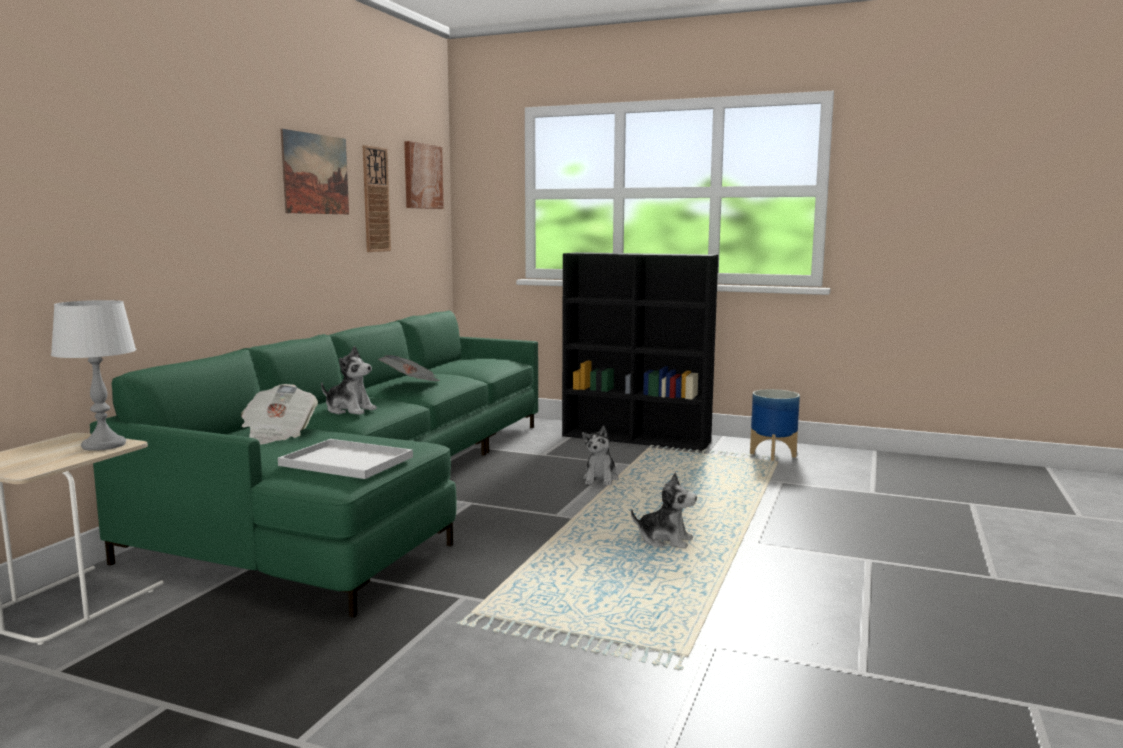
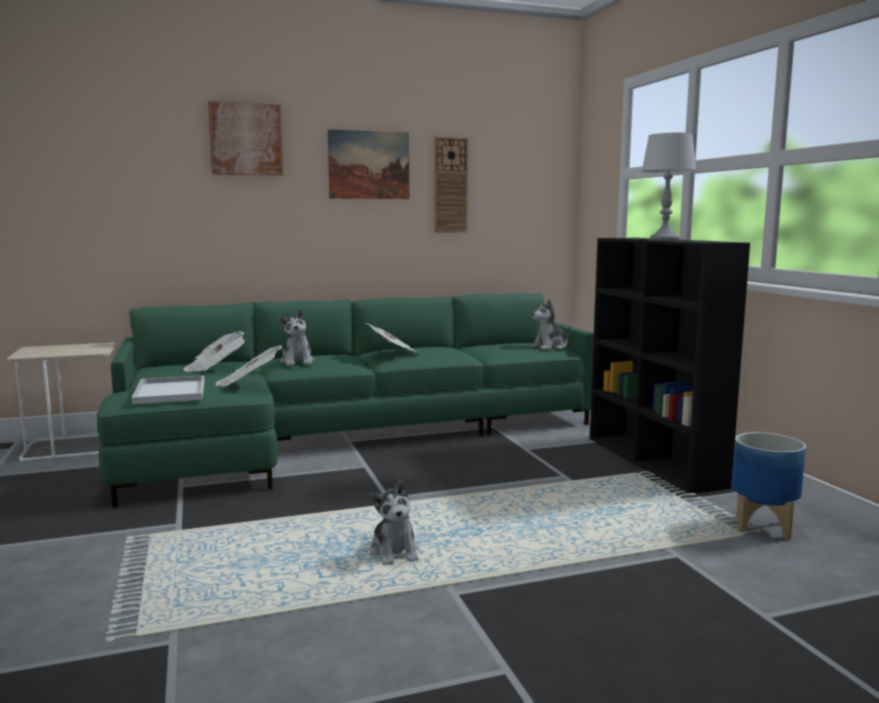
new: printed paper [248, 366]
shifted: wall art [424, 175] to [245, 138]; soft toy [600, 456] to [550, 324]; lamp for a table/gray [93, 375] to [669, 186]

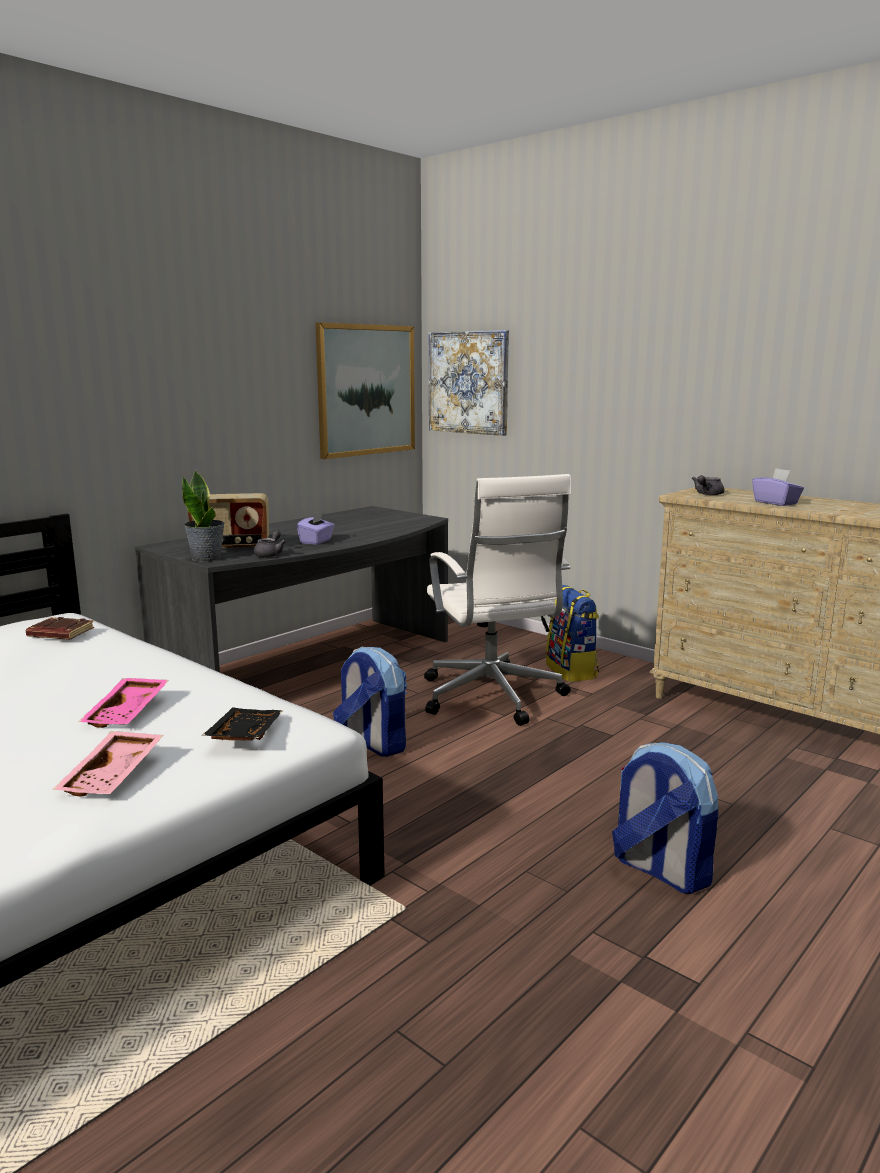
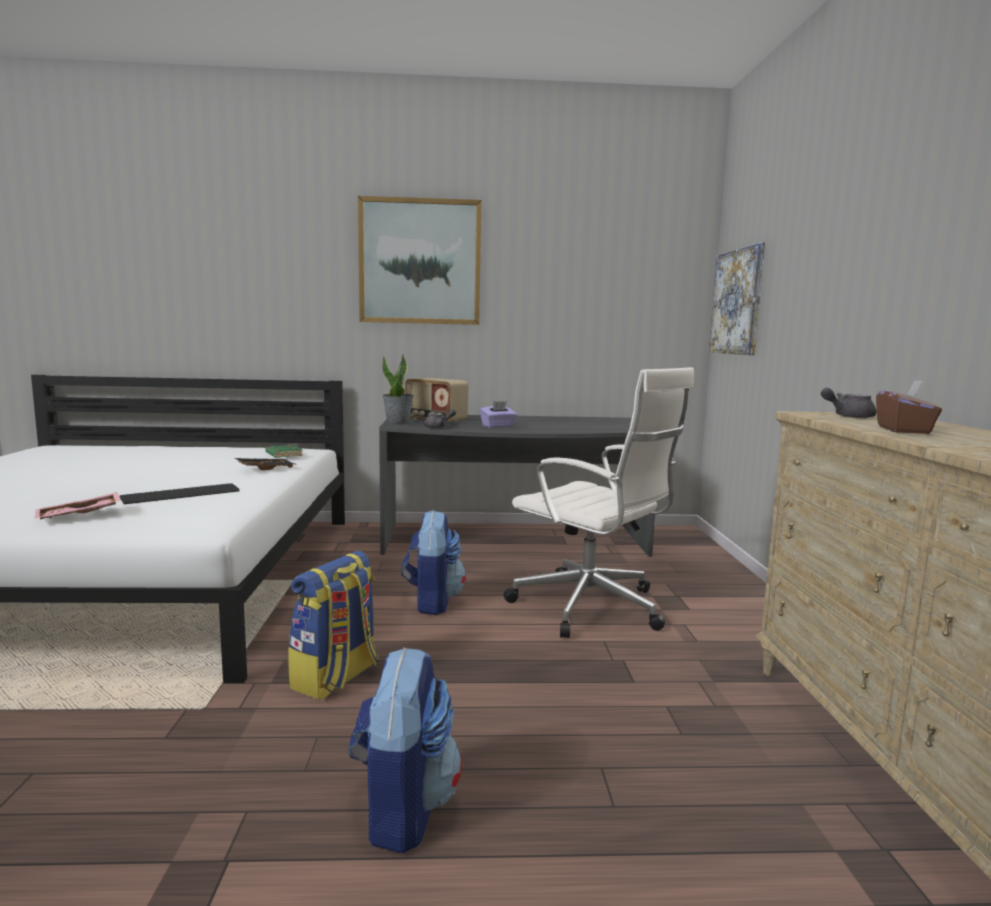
shifted: tray/black [242, 724] to [266, 464]; backpack [572, 633] to [333, 625]; wall art [365, 390] to [420, 260]
swapped: tray/pinkish [124, 703] to keyboard [180, 493]
repainted: volume/brownish [60, 628] to volume/green-coloured [284, 451]; box of tissues/purplish [778, 487] to box of tissues/brownish [909, 407]
rotated: office chair/white-coloured [497, 600] = [599, 502] 75 degrees counterclockwise

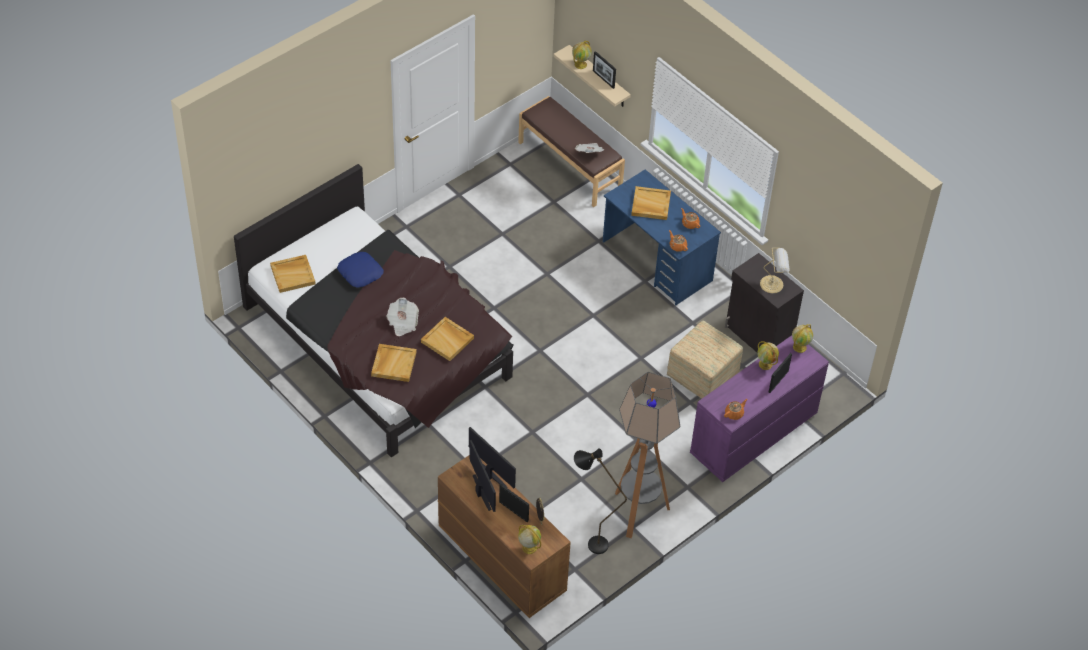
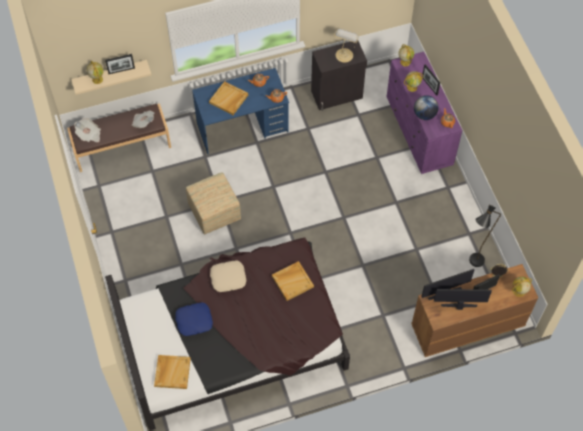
gone: tray/sand-coloured [393, 363]; standard lamp [648, 455]
new: cushion/sand-coloured [228, 276]; globe [426, 107]
shifted: printed paper [403, 317] to [87, 130]; ottoman [705, 360] to [213, 203]

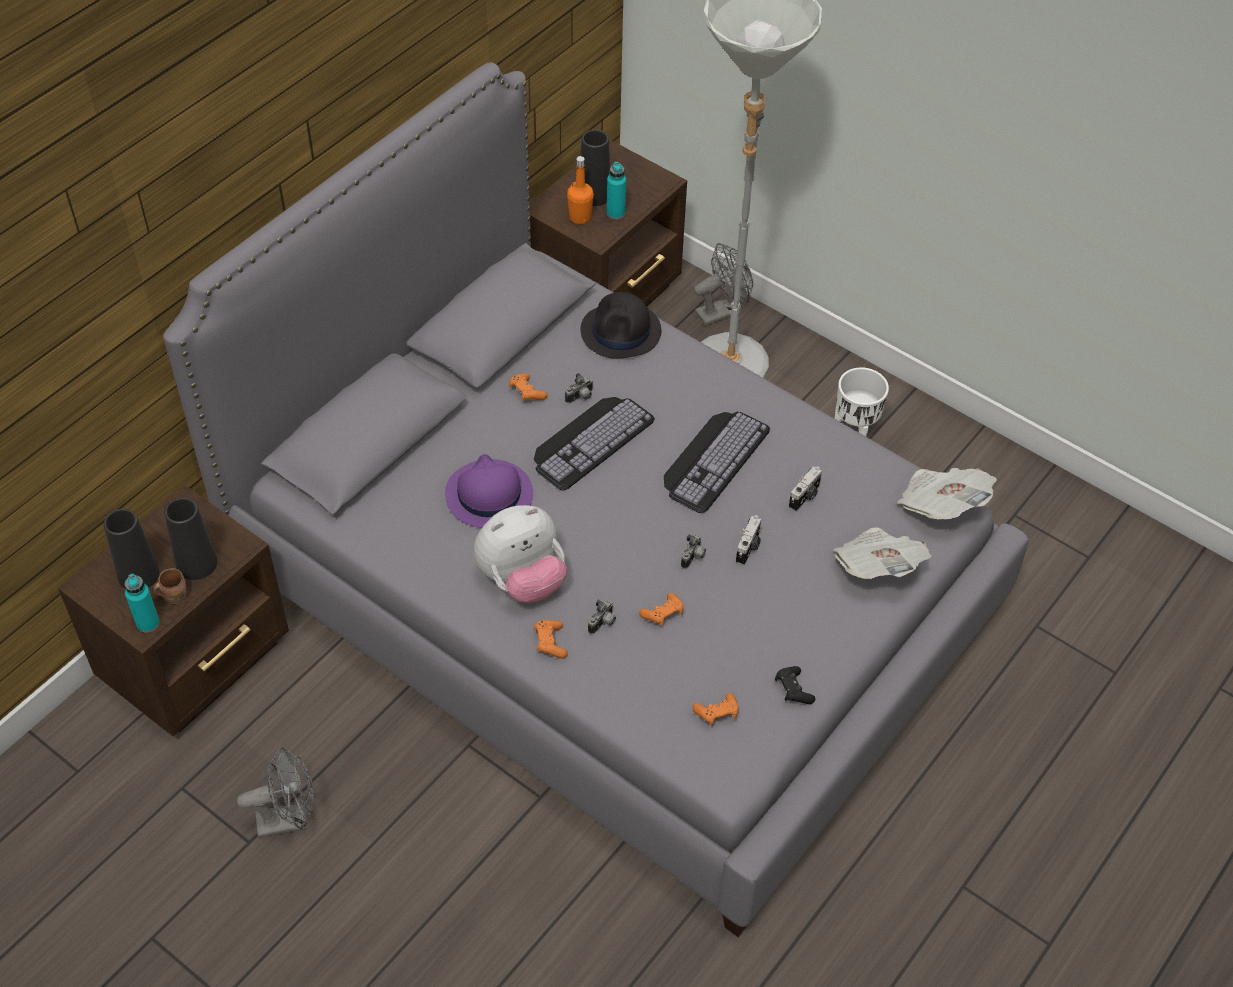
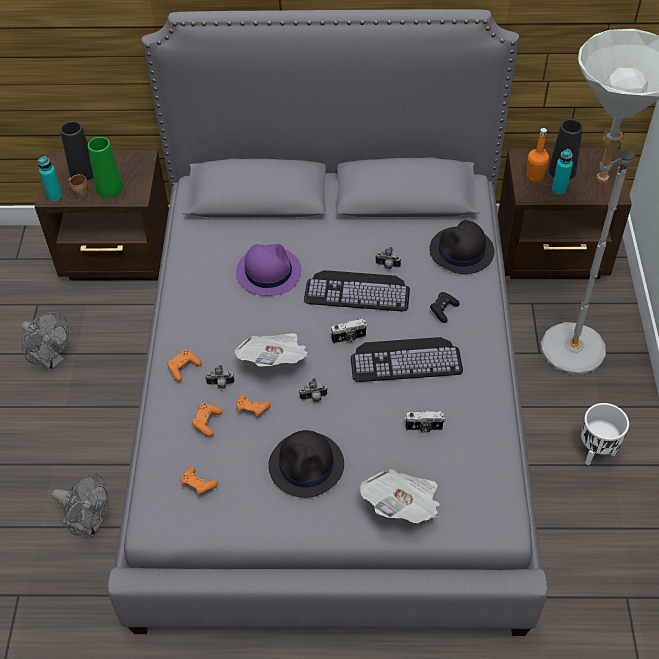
gone: soft toy [520, 554]
new: hat/black [306, 464]
shifted: cooling fan/gray [723, 284] to [80, 505]; joypad/orange-coloured [528, 387] to [207, 420]; printed paper [947, 493] to [271, 350]; photo camera [748, 540] to [348, 331]; joypad/black [795, 685] to [444, 307]
repainted: flower vase/black [191, 538] to flower vase/green-coloured [106, 167]

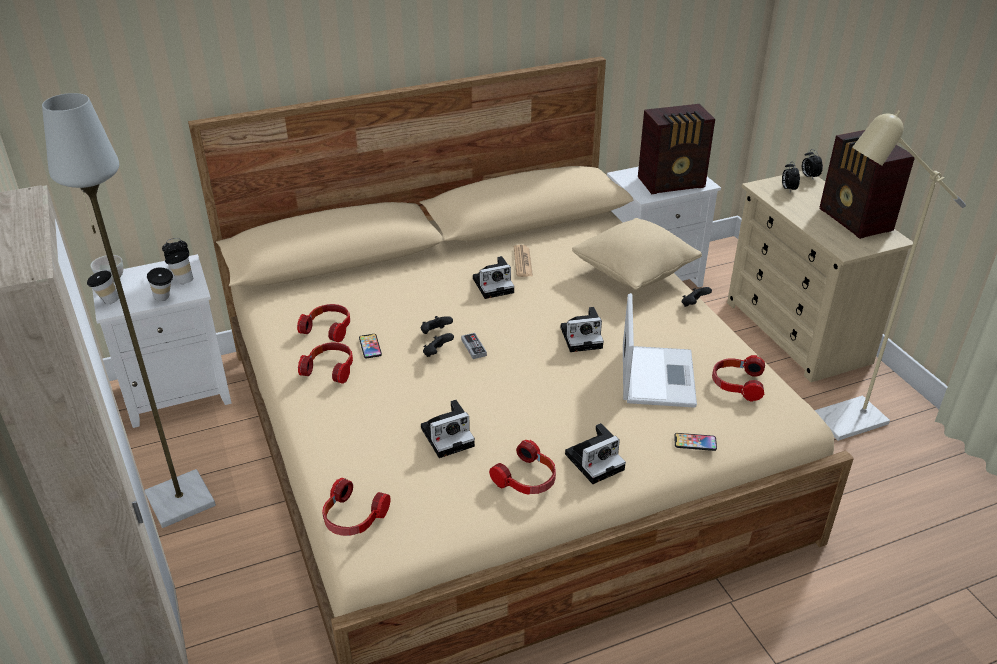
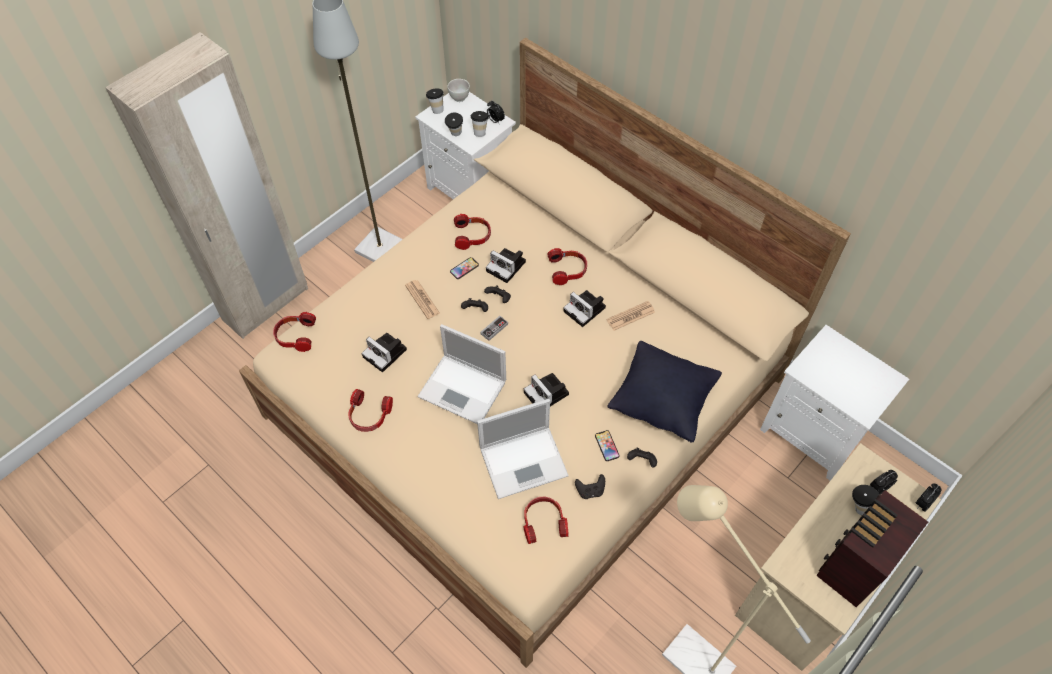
gone: radio set [676, 149]
new: printed paper [422, 299]; laptop [461, 374]; joypad/black [590, 486]; drinking cup [865, 500]
shifted: photo camera [595, 453] to [506, 265]; headset [325, 363] to [567, 266]; phone [695, 442] to [607, 445]
repainted: cushion/sand-coloured [637, 254] to cushion/black [664, 392]

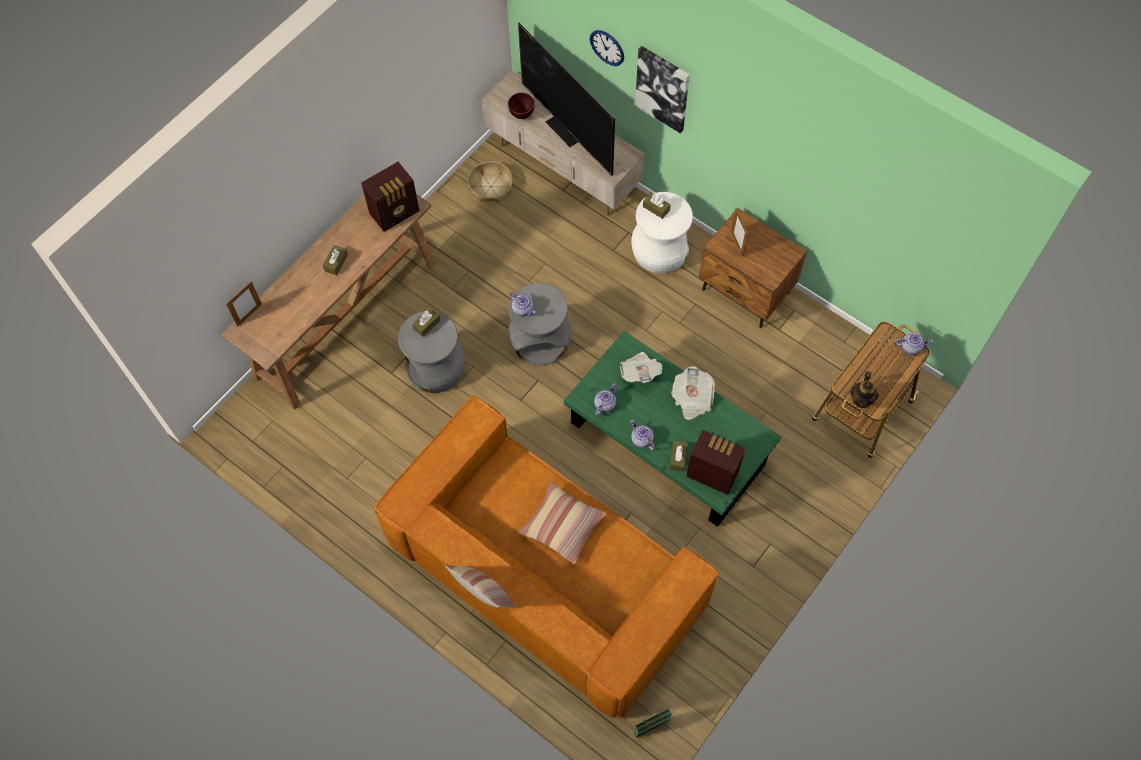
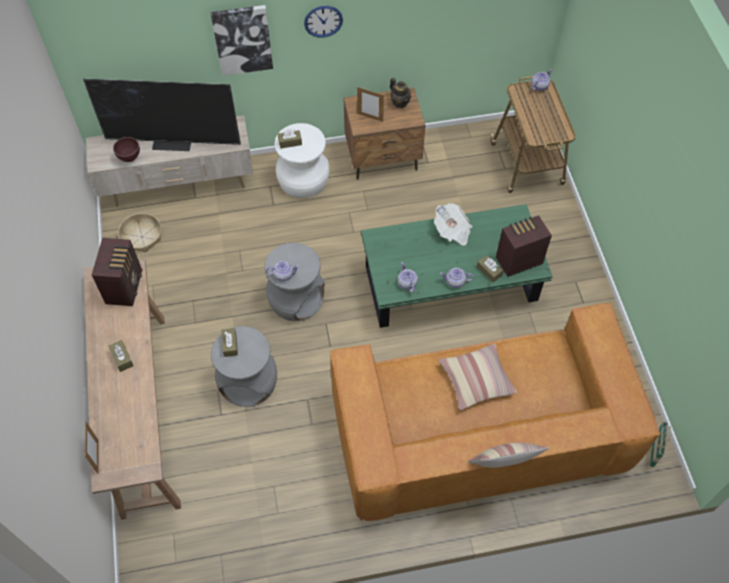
gone: printed paper [641, 367]
shifted: hanging clock [607, 48] to [323, 21]; teapot [864, 389] to [400, 93]

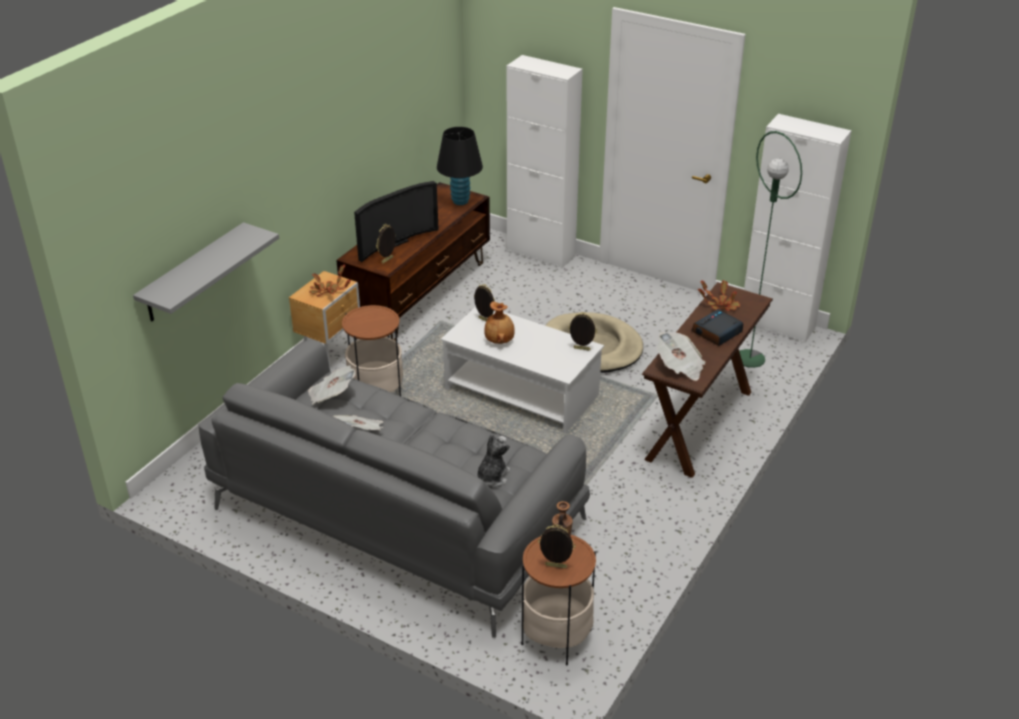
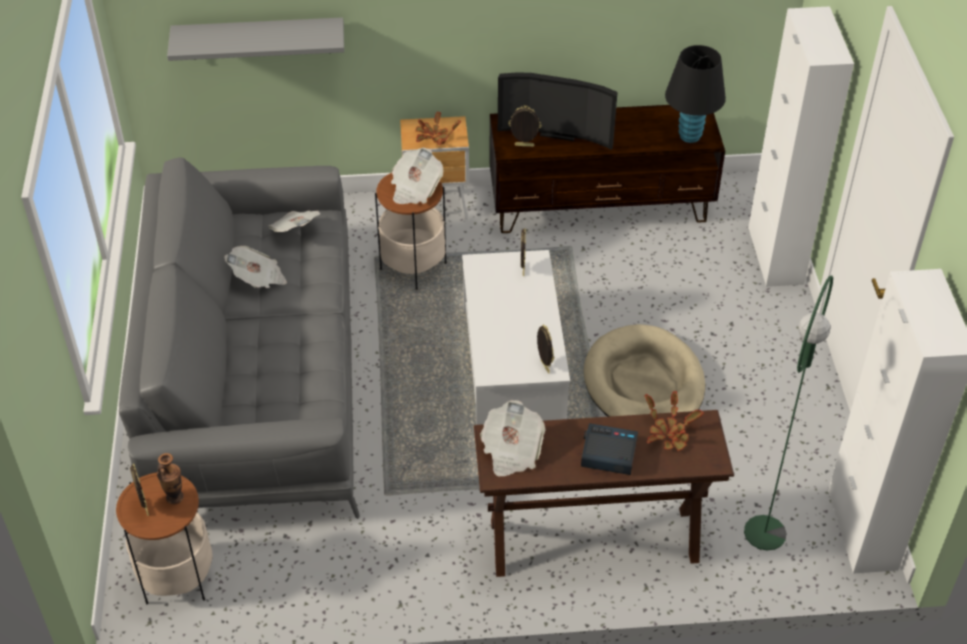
gone: soft toy [493, 460]; flower vase/brownish [499, 322]
new: printed paper [417, 176]

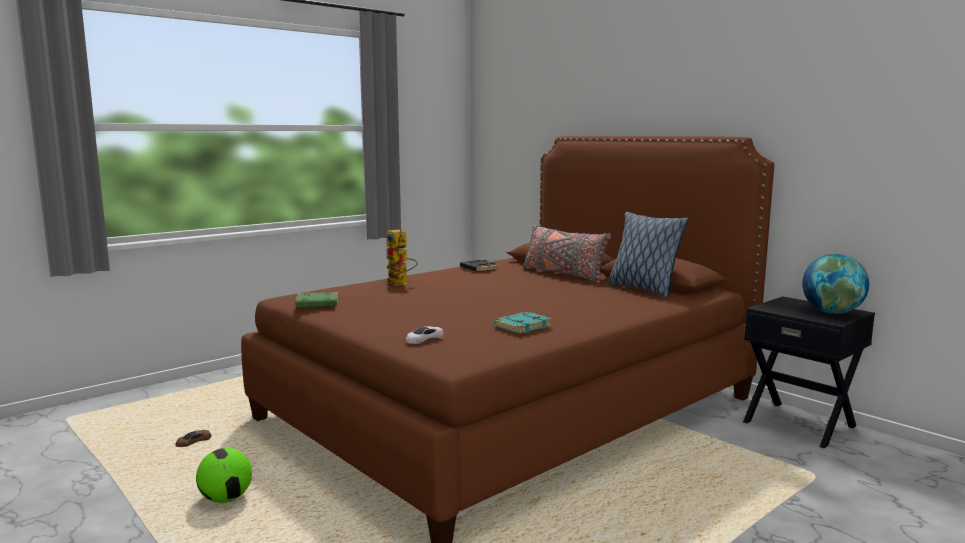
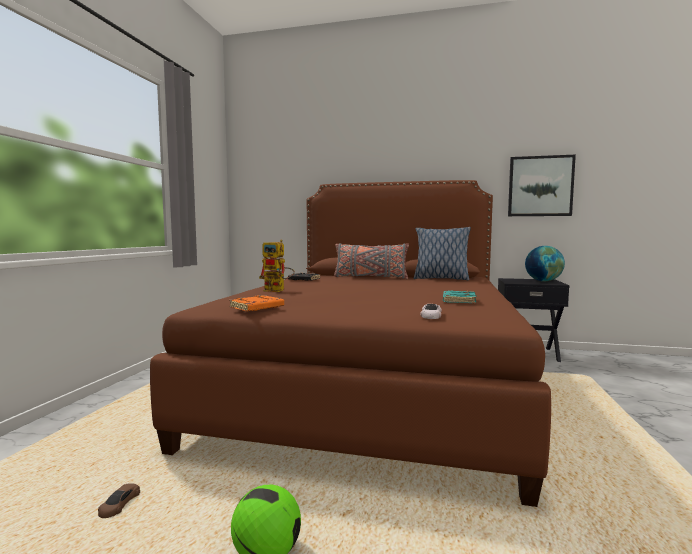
new: wall art [542, 185]
repainted: volume/green-coloured [316, 299] to volume/orange-coloured [256, 303]

